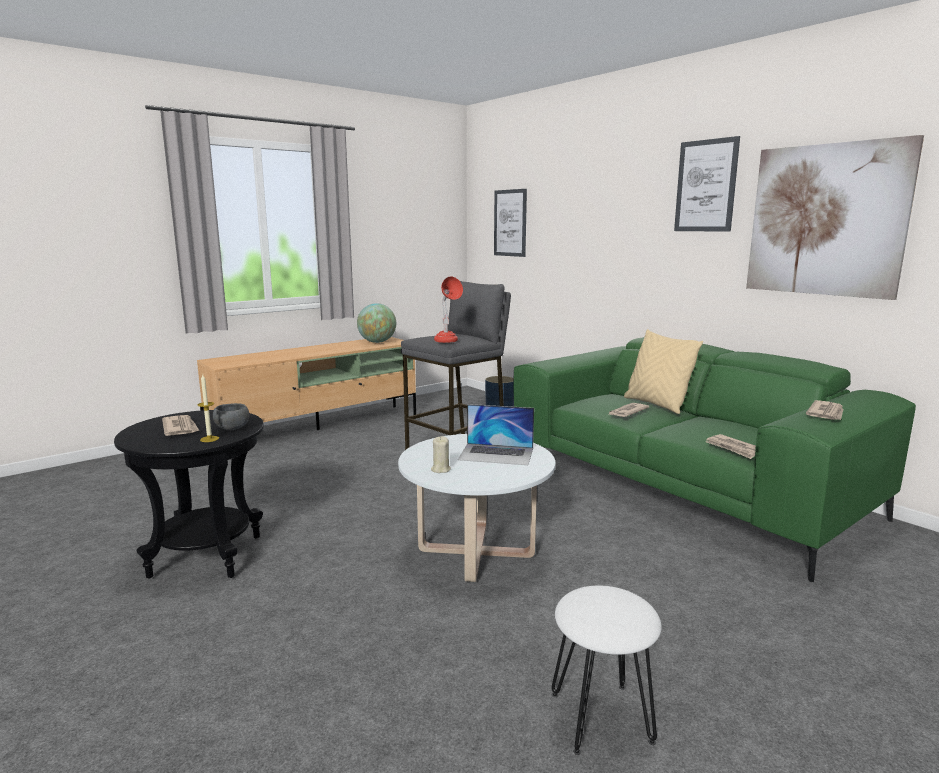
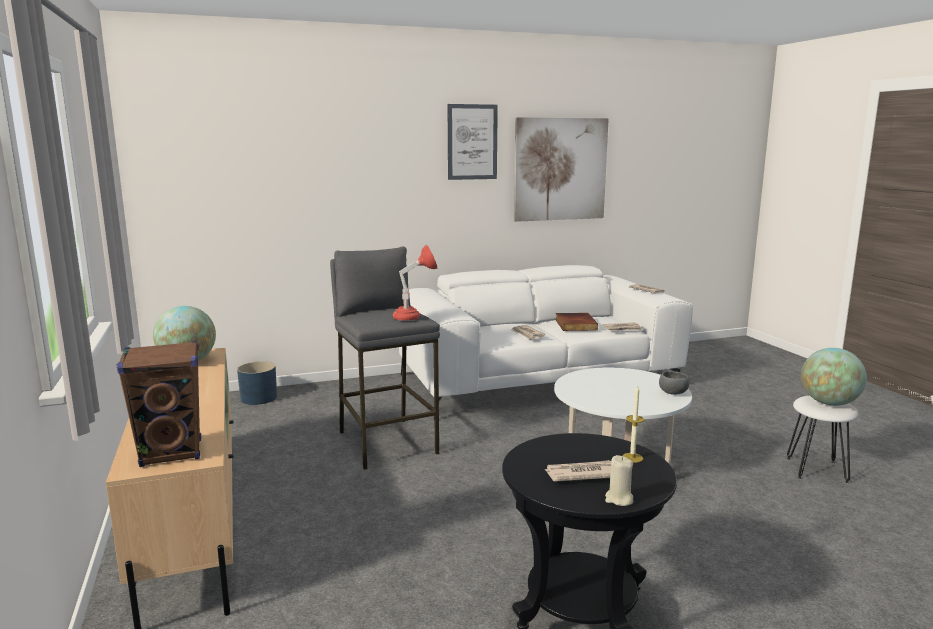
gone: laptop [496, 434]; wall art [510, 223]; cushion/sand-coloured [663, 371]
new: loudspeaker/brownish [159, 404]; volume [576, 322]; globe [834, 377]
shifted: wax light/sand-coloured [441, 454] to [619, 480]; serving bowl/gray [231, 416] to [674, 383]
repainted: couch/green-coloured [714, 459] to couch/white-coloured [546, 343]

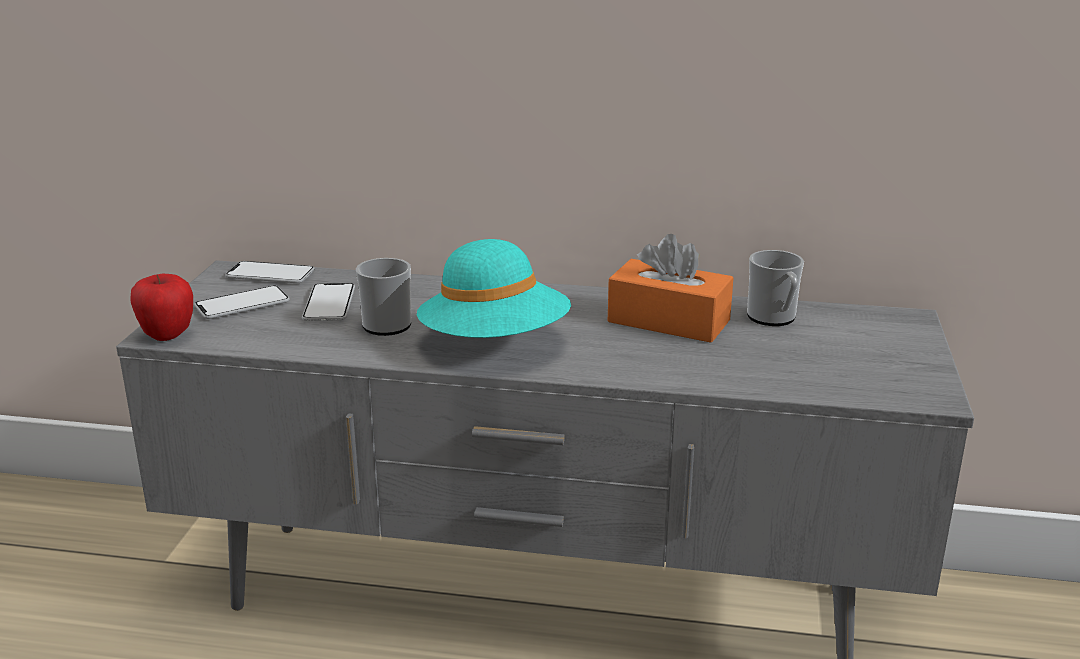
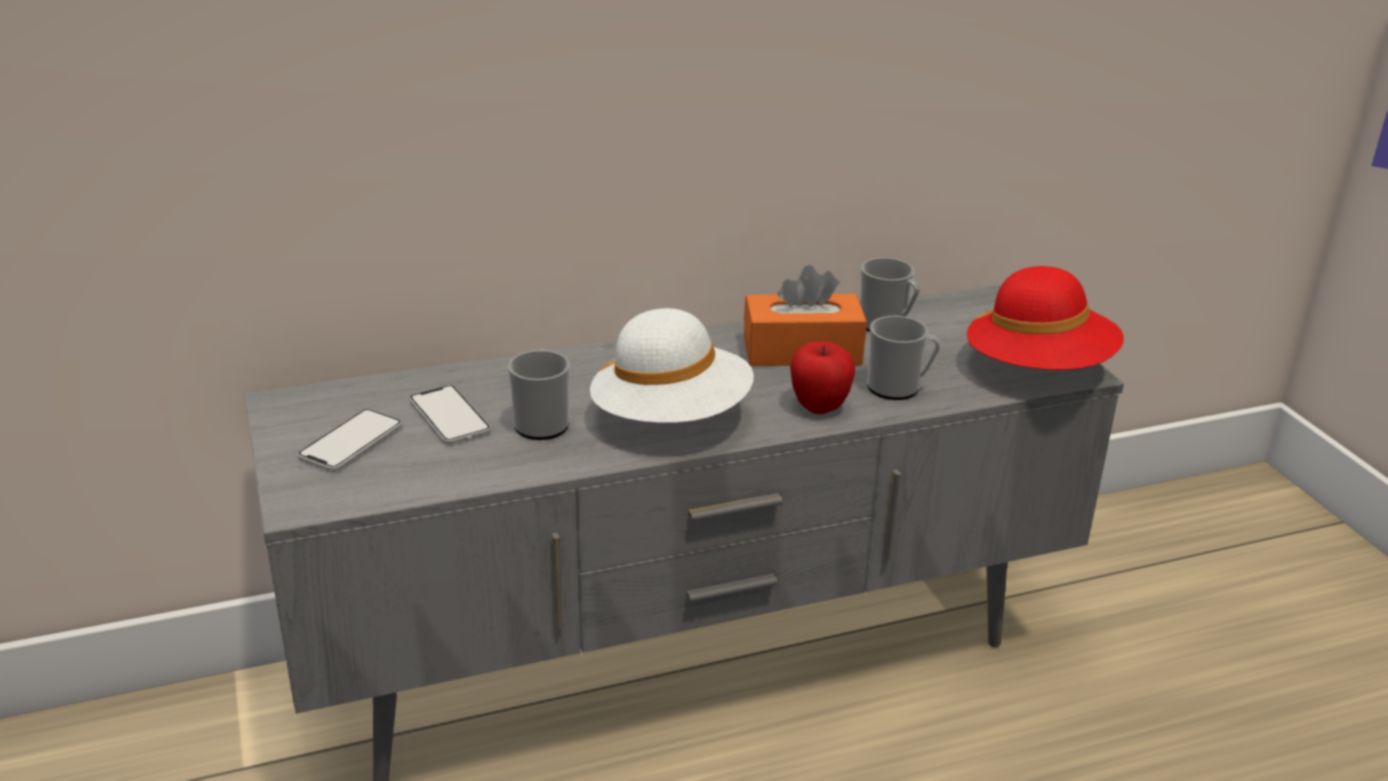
gone: phone [270, 272]
new: coffee mug [904, 358]; hat/red-coloured [1045, 318]
shifted: apple [161, 307] to [823, 377]
repainted: hat/turquoise [494, 288] to hat/white-coloured [672, 365]

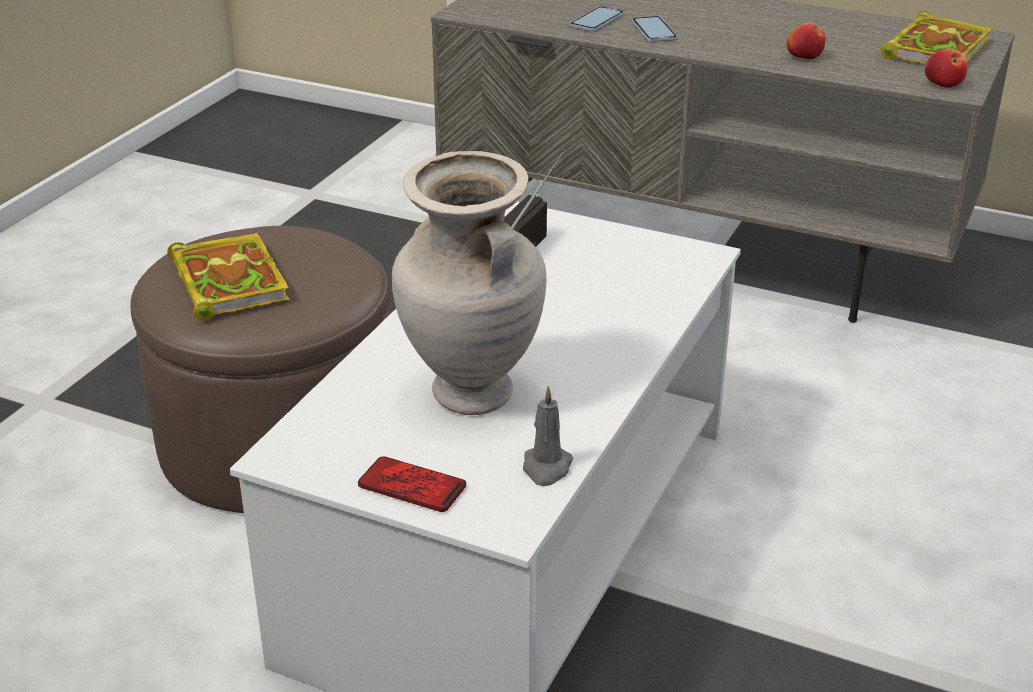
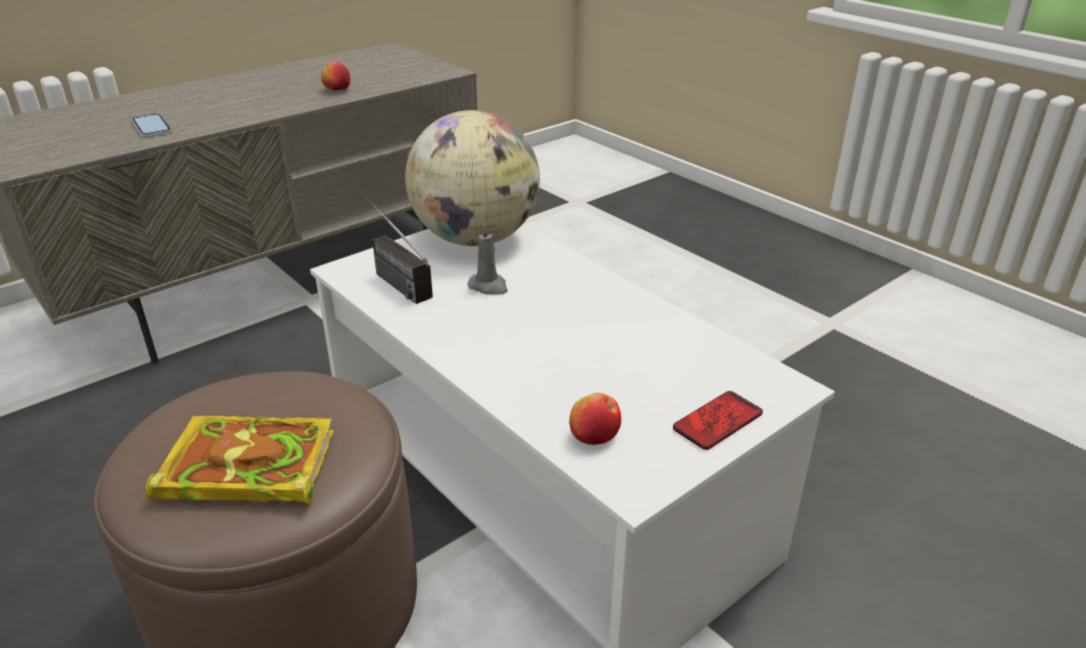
gone: flower vase/sand-coloured [469, 283]; phone [655, 29]; volume [936, 37]
new: globe [472, 178]
shifted: wax light/gray [548, 436] to [488, 259]; apple [946, 68] to [595, 419]

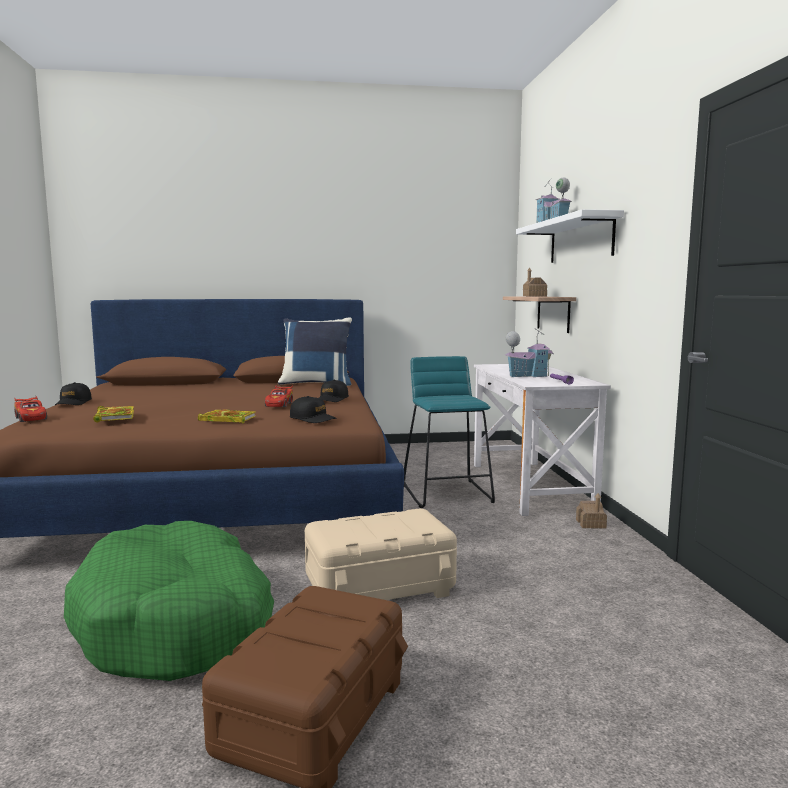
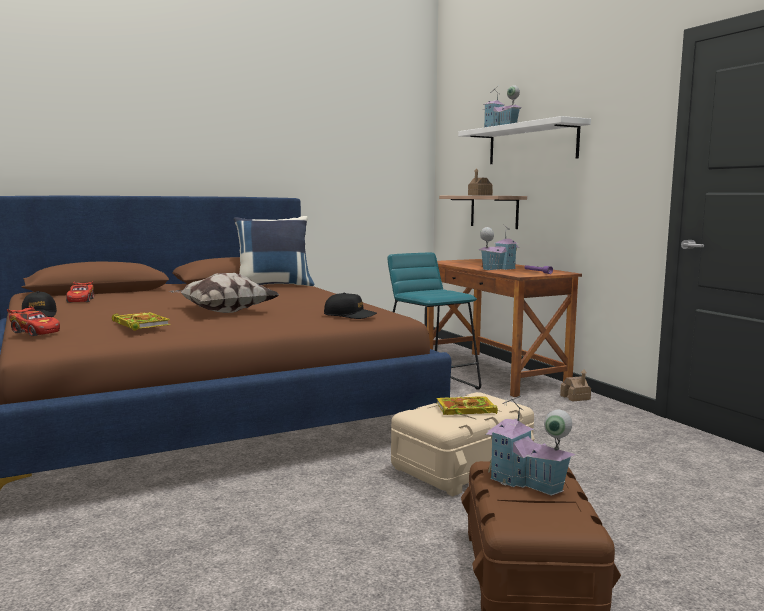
gone: dog cushion/green-coloured [169, 601]; cap/black [334, 391]
new: cushion [224, 293]; miniature house [530, 446]
shifted: toy car/red-coloured [279, 396] to [80, 292]; volume [227, 416] to [467, 405]
repainted: desk/white-coloured [542, 440] to desk/brownish [504, 328]

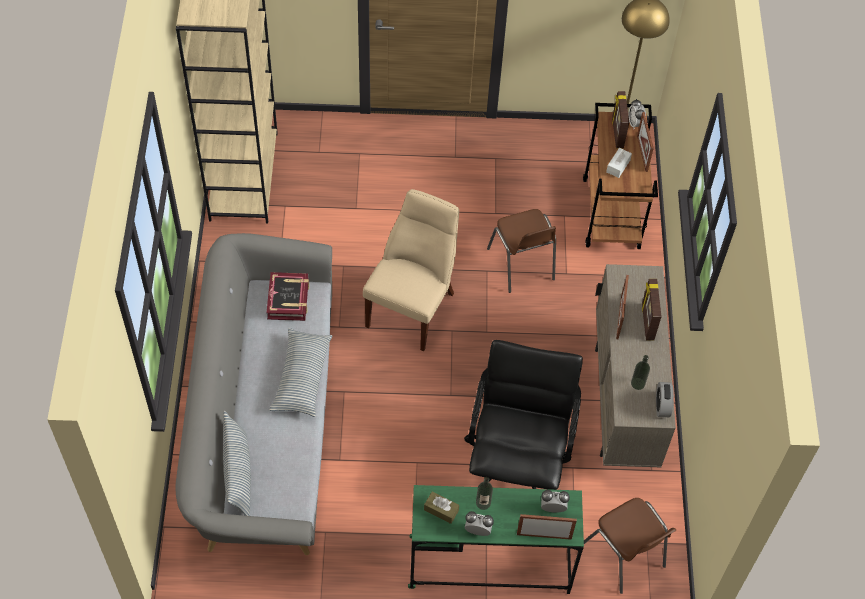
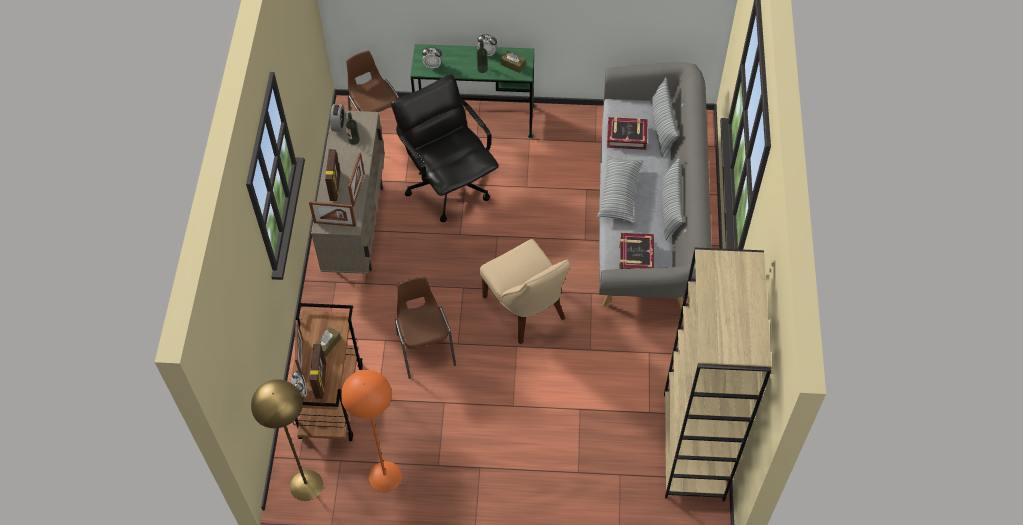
new: standard lamp/orange-coloured [371, 431]; volume [627, 133]; cushion [672, 199]
shifted: standing frame [547, 527] to [332, 214]
repainted: box of tissues/white-coloured [619, 163] to box of tissues/brownish [328, 342]
rotated: office chair/black [523, 415] = [445, 148] 135 degrees clockwise; chair/sand-coloured [411, 270] = [525, 291] 60 degrees counterclockwise

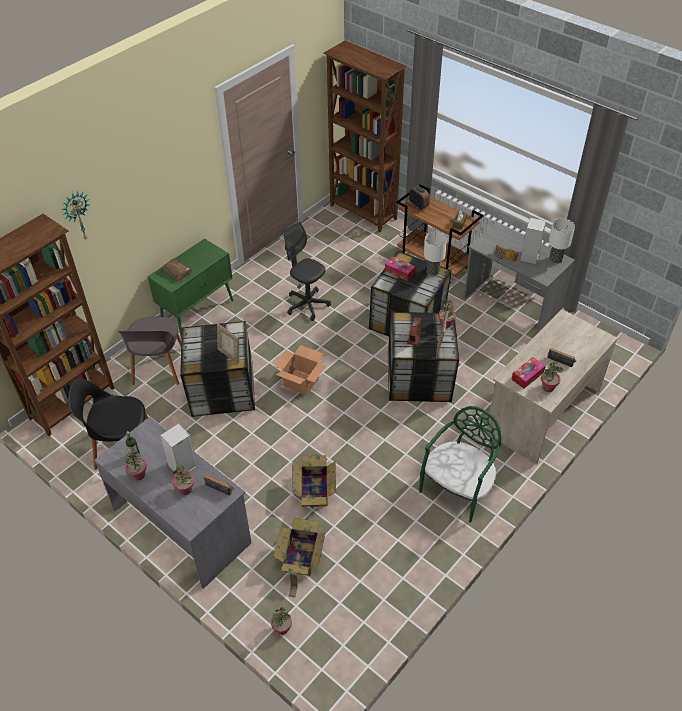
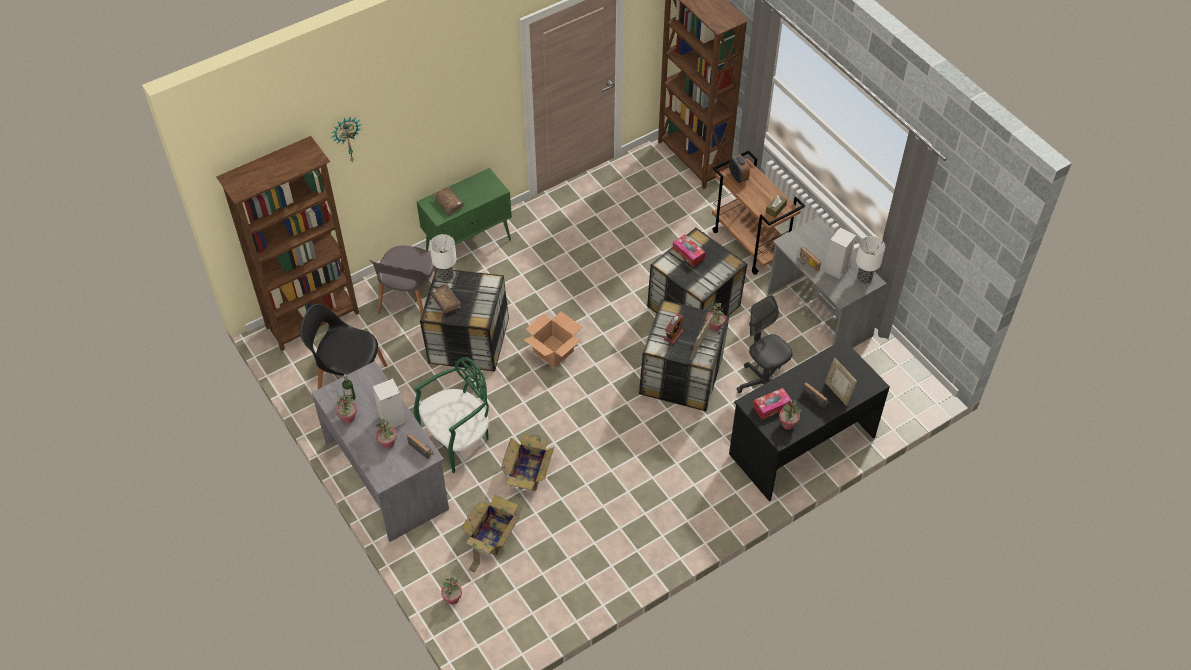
new: volume/brownish [445, 298]
shifted: chair/green-coloured [460, 464] to [451, 415]; lamp for a table [435, 254] to [443, 258]; office chair/gray [307, 270] to [765, 344]; standing frame [228, 343] to [841, 382]
repainted: desk/sand-coloured [552, 387] to desk/black [809, 420]

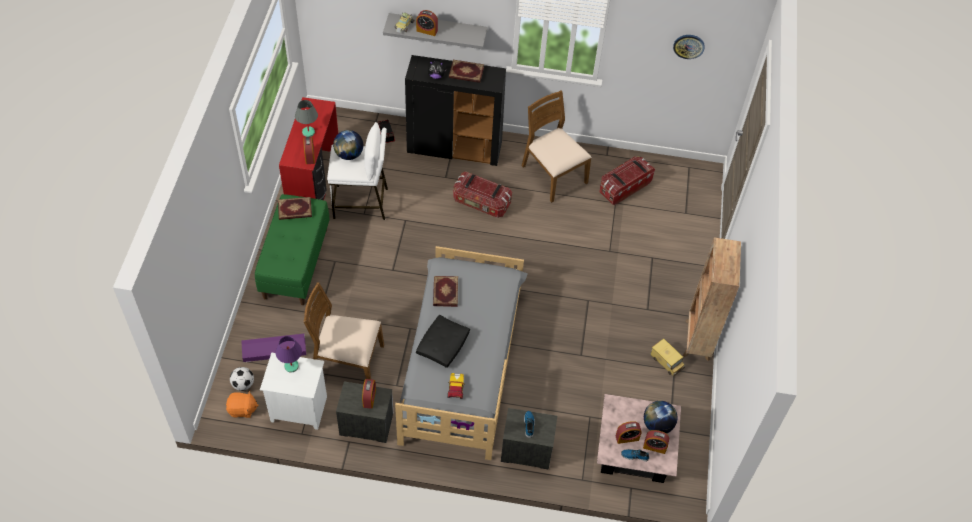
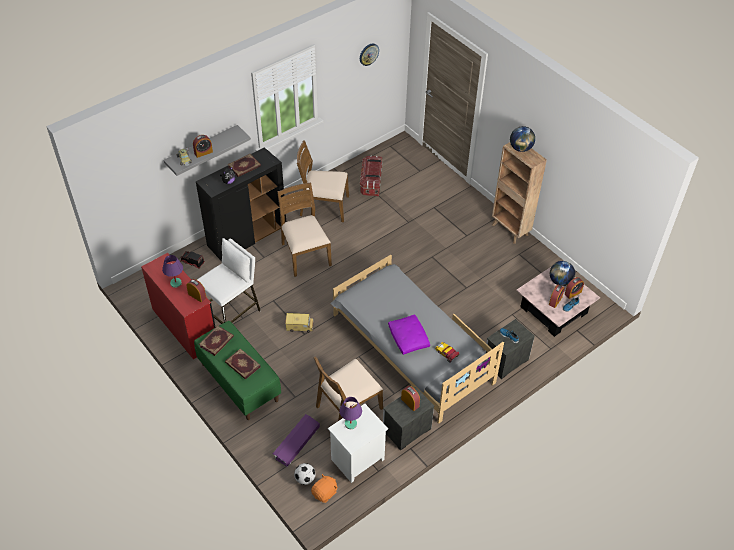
shifted: volume [445, 291] to [242, 364]; toy lorry [668, 357] to [299, 322]; globe [348, 145] to [522, 139]
swapped: storage box [482, 195] to chair/brownish [304, 229]
repainted: lamp for a table/gray [306, 118] to lamp for a table/purplish [172, 271]; cushion/black [443, 341] to cushion/purplish [409, 334]

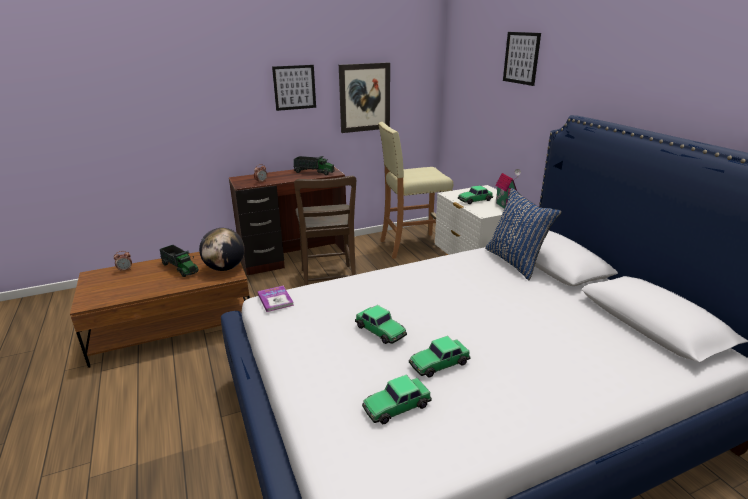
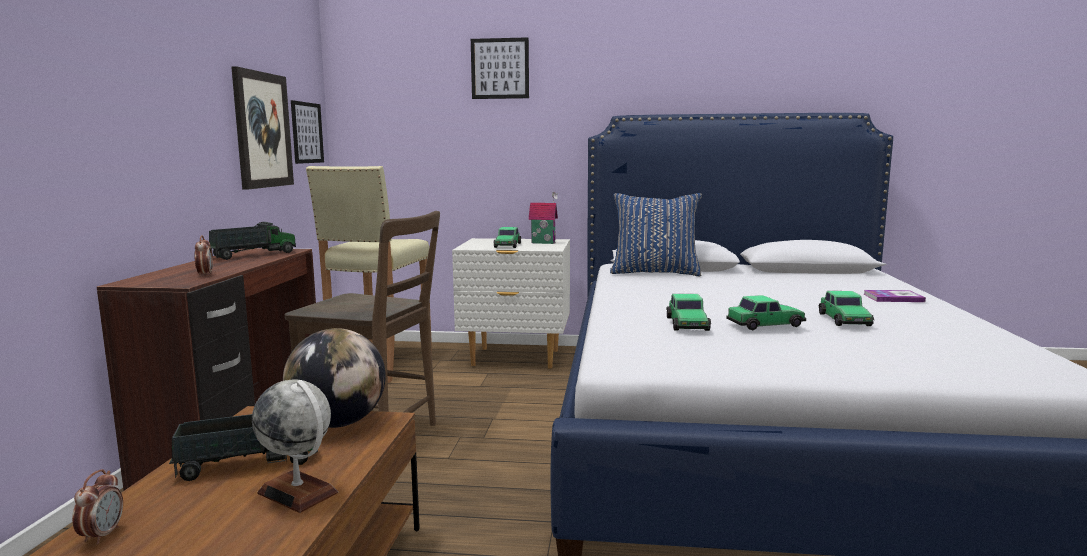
new: globe [295, 446]
shifted: wall art [294, 88] to [307, 132]; toy car [397, 399] to [688, 312]; volume [275, 299] to [894, 296]

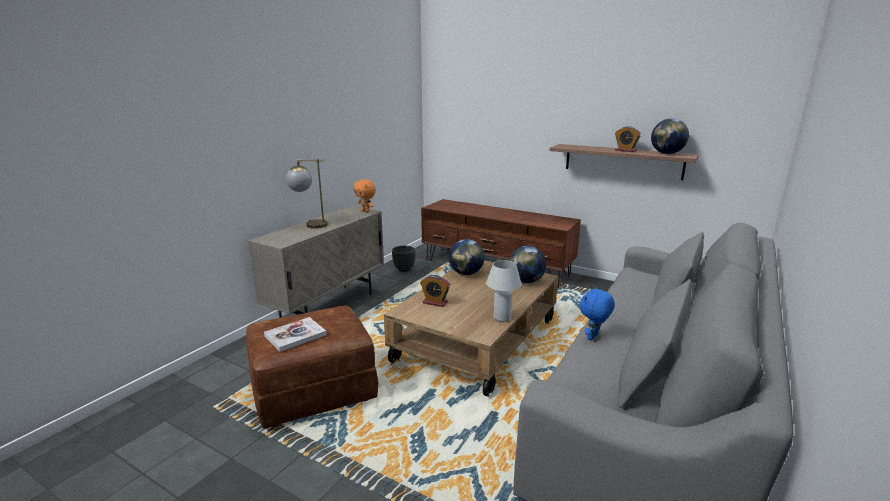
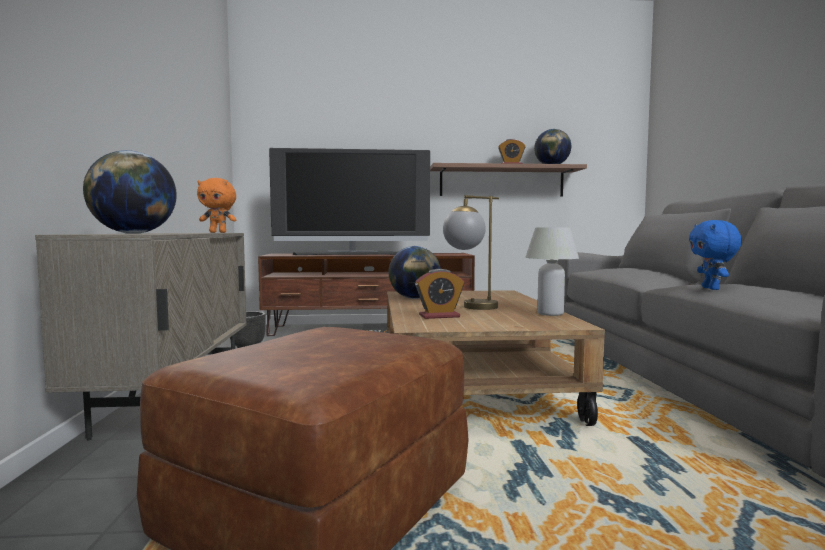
gone: volume [295, 334]
new: television [349, 201]
shifted: globe [527, 264] to [130, 192]; lamp for a table [307, 194] to [471, 252]

